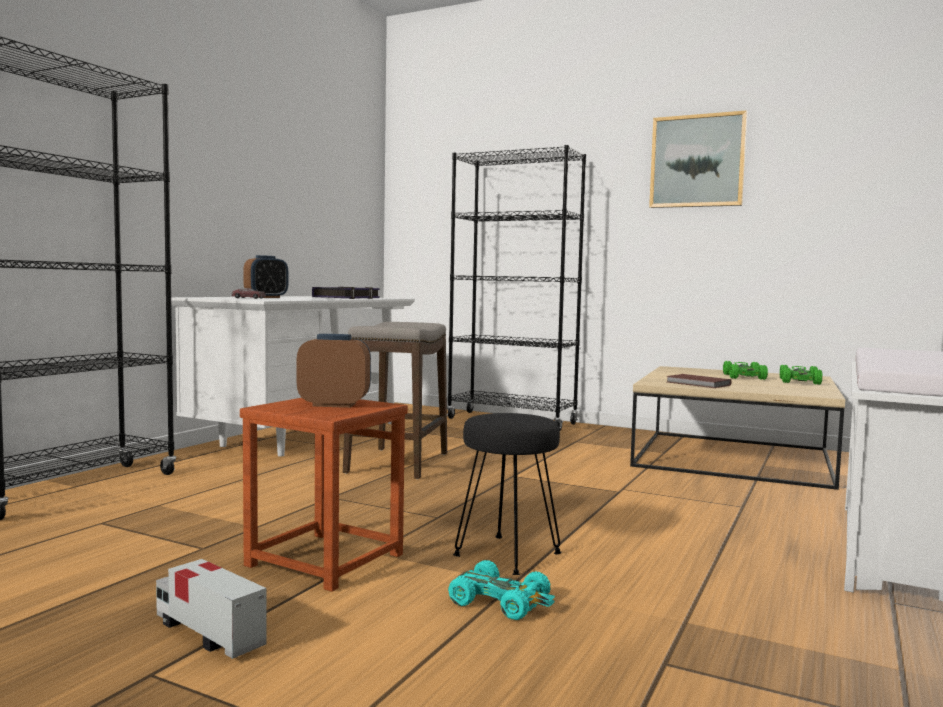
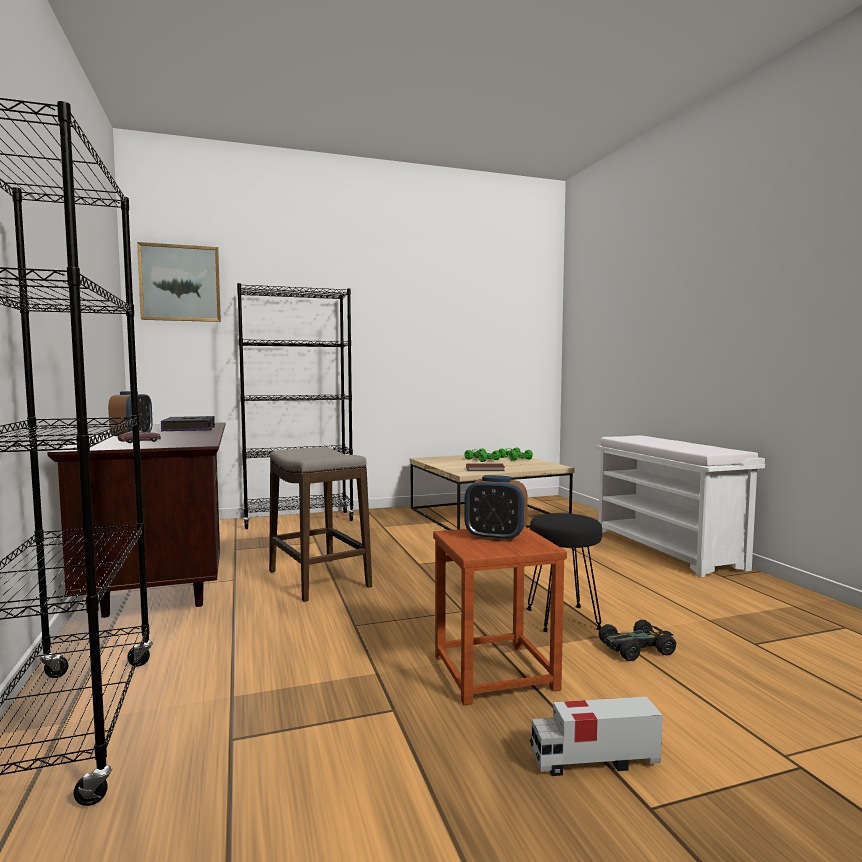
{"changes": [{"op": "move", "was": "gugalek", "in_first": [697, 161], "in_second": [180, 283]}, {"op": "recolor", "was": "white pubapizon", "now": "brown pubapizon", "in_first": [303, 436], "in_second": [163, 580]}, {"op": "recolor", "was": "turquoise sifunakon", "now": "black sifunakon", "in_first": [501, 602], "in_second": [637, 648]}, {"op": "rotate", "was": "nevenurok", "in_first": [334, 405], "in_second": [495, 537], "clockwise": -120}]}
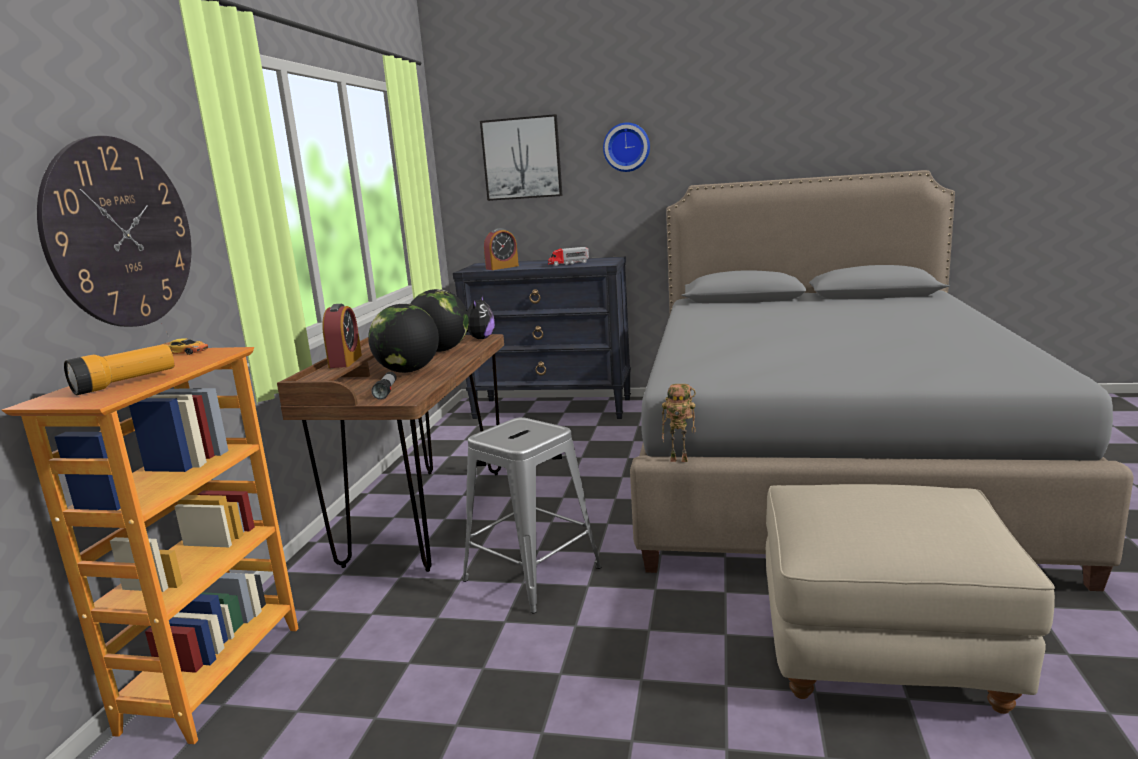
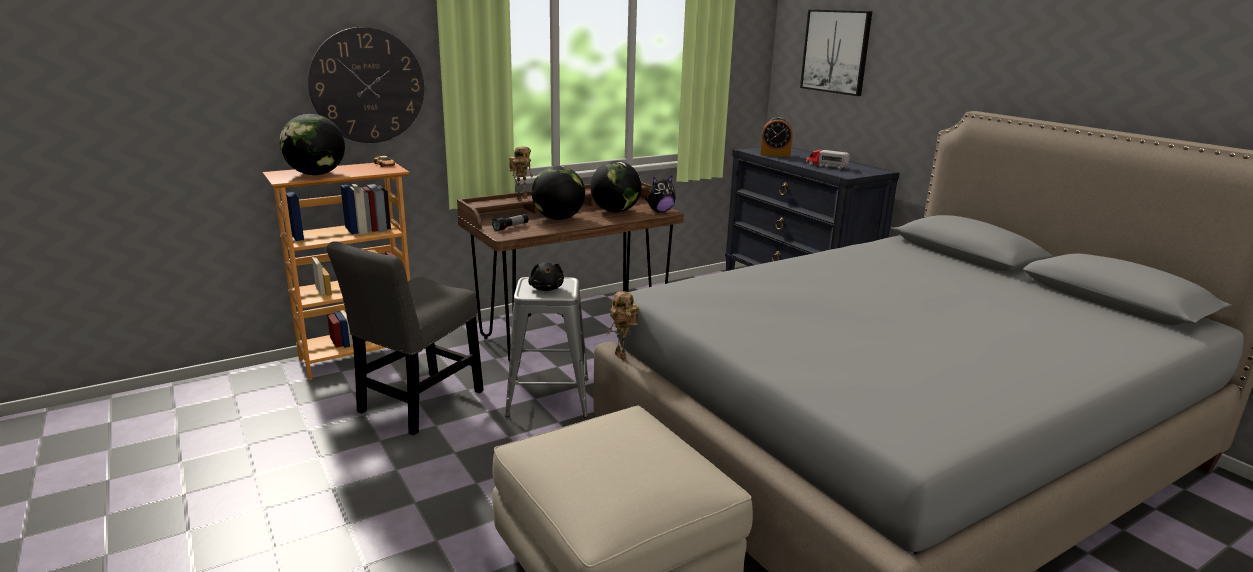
{"changes": [{"op": "delete", "was": "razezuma", "in_first": [626, 147]}, {"op": "insert", "now": "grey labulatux", "in_second": [417, 404]}, {"op": "insert", "now": "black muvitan", "in_second": [546, 288]}, {"op": "replace", "was": "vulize", "now": "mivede", "in_first": [125, 383], "in_second": [316, 174]}, {"op": "replace", "was": "nevenurok", "now": "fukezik", "in_first": [345, 361], "in_second": [521, 198]}]}
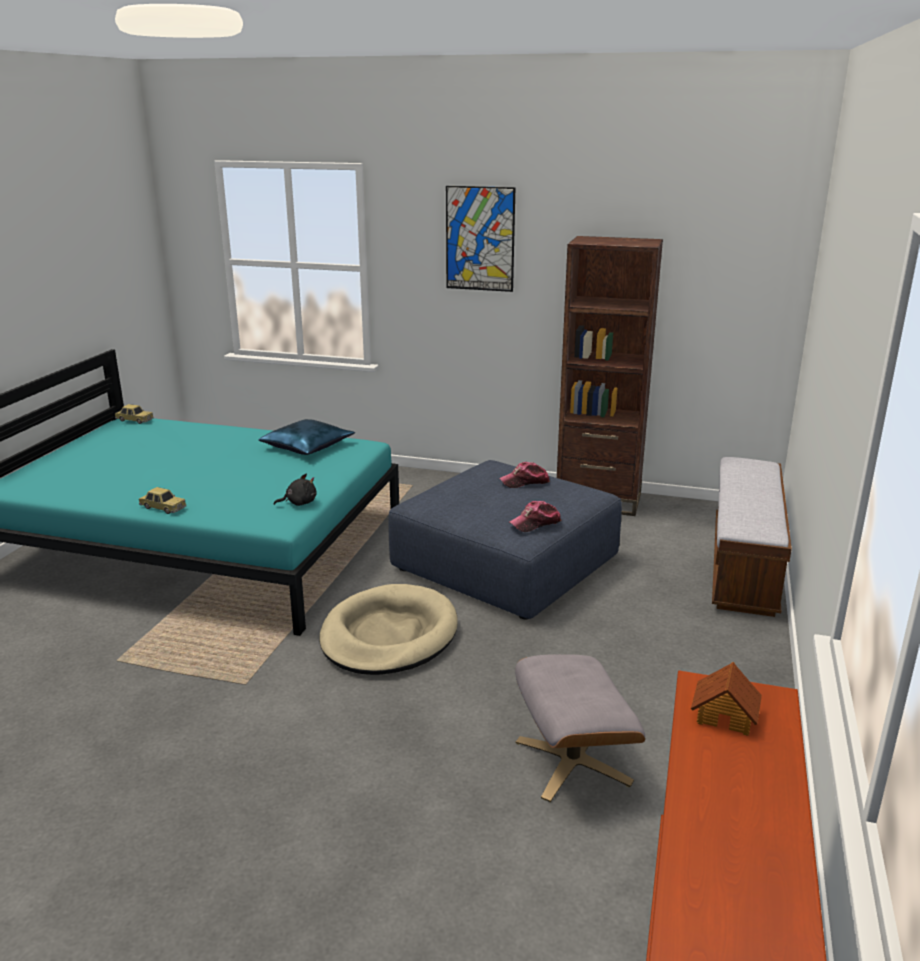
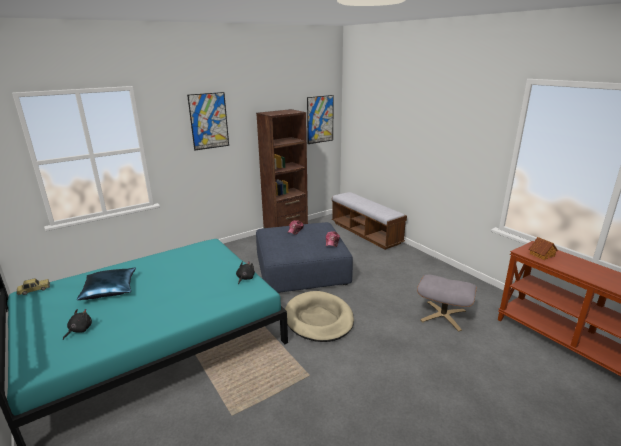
{"changes": [{"op": "delete", "was": "sifunakon", "in_first": [163, 508]}, {"op": "insert", "now": "black muvitan", "in_second": [79, 330]}, {"op": "insert", "now": "gugalek", "in_second": [320, 119]}, {"op": "move", "was": "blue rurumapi", "in_first": [307, 446], "in_second": [109, 289]}]}
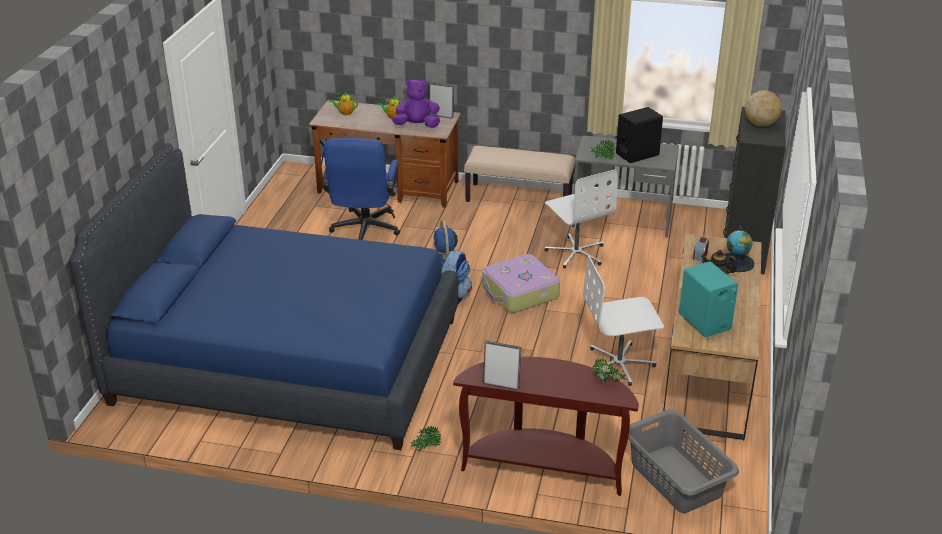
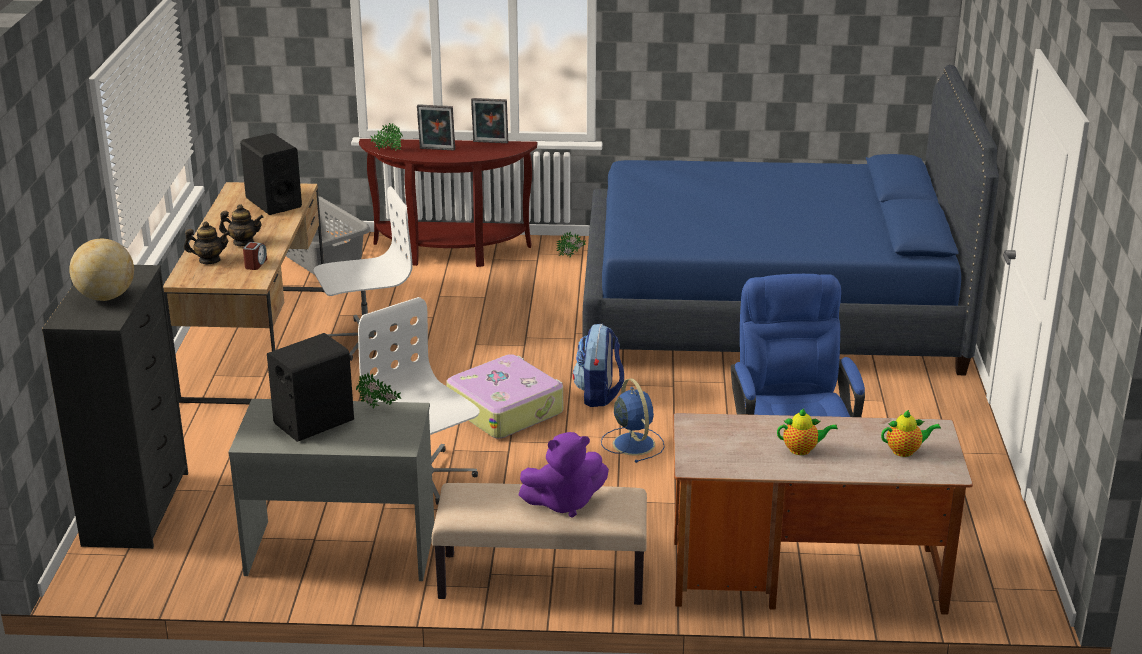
{"changes": [{"op": "move", "was": "purple muvitan", "in_first": [417, 125], "in_second": [564, 502]}, {"op": "move", "was": "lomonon", "in_first": [441, 116], "in_second": [437, 149]}, {"op": "replace", "was": "mivede", "now": "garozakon", "in_first": [736, 262], "in_second": [209, 260]}, {"op": "recolor", "was": "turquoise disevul", "now": "black disevul", "in_first": [705, 322], "in_second": [273, 202]}]}
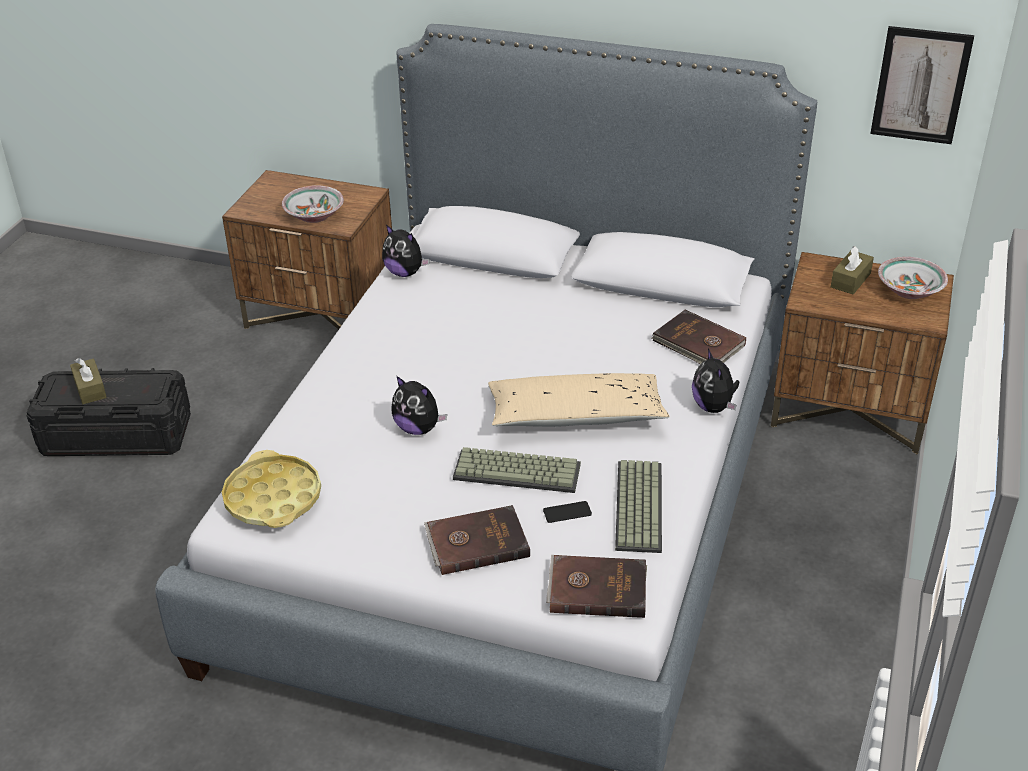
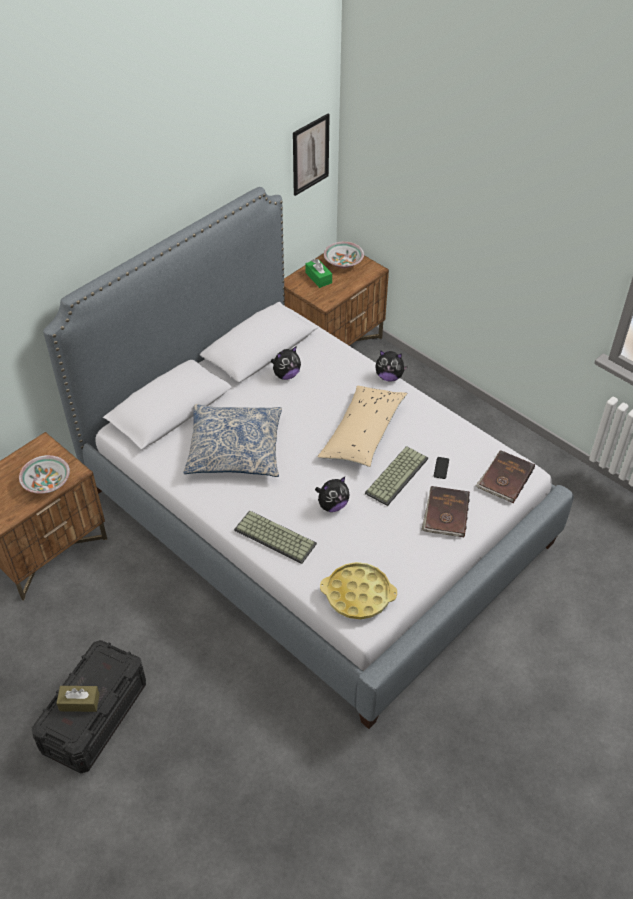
{"changes": [{"op": "delete", "was": "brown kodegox", "in_first": [698, 344]}, {"op": "insert", "now": "rurumapi", "in_second": [235, 449]}, {"op": "move", "was": "muvitan", "in_first": [405, 273], "in_second": [286, 375]}, {"op": "move", "was": "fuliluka", "in_first": [636, 505], "in_second": [273, 538]}, {"op": "recolor", "was": "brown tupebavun", "now": "green tupebavun", "in_first": [850, 280], "in_second": [318, 278]}]}
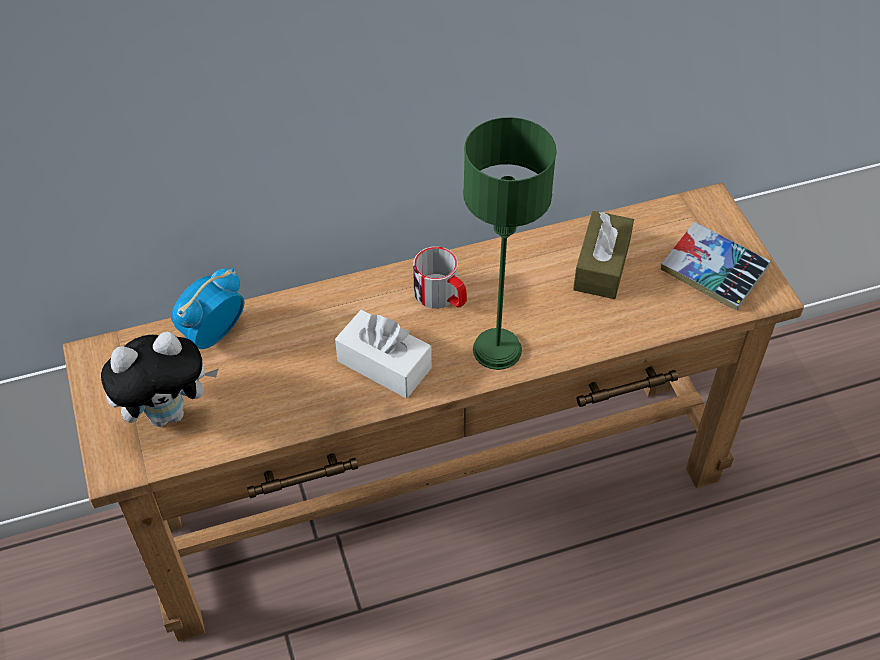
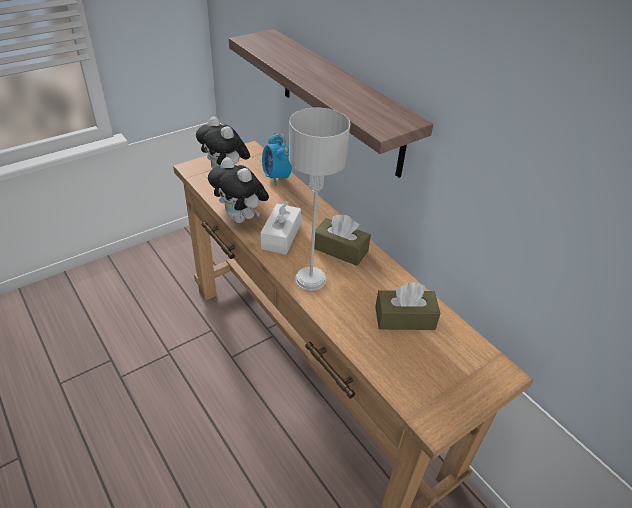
{"changes": [{"op": "delete", "was": "kodegox", "in_first": [713, 272]}, {"op": "insert", "now": "muvitan", "in_second": [241, 218]}, {"op": "insert", "now": "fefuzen", "in_second": [340, 102]}, {"op": "replace", "was": "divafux", "now": "brown tupebavun", "in_first": [442, 296], "in_second": [340, 249]}, {"op": "recolor", "was": "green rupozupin", "now": "grey rupozupin", "in_first": [496, 350], "in_second": [310, 279]}, {"op": "rotate", "was": "nevenurok", "in_first": [212, 335], "in_second": [276, 177], "clockwise": -135}]}
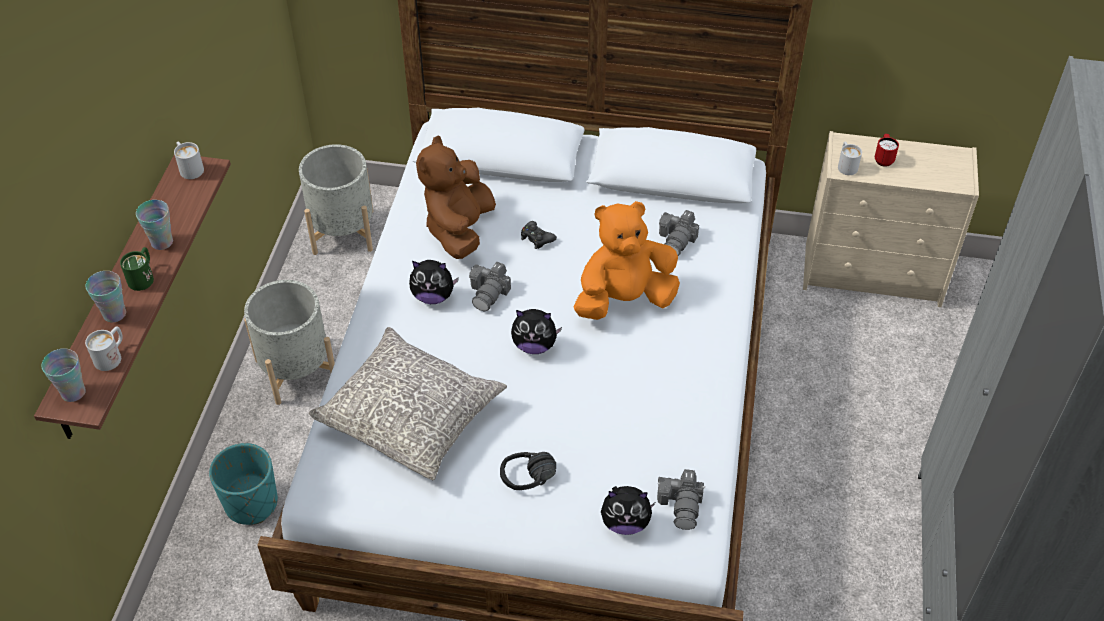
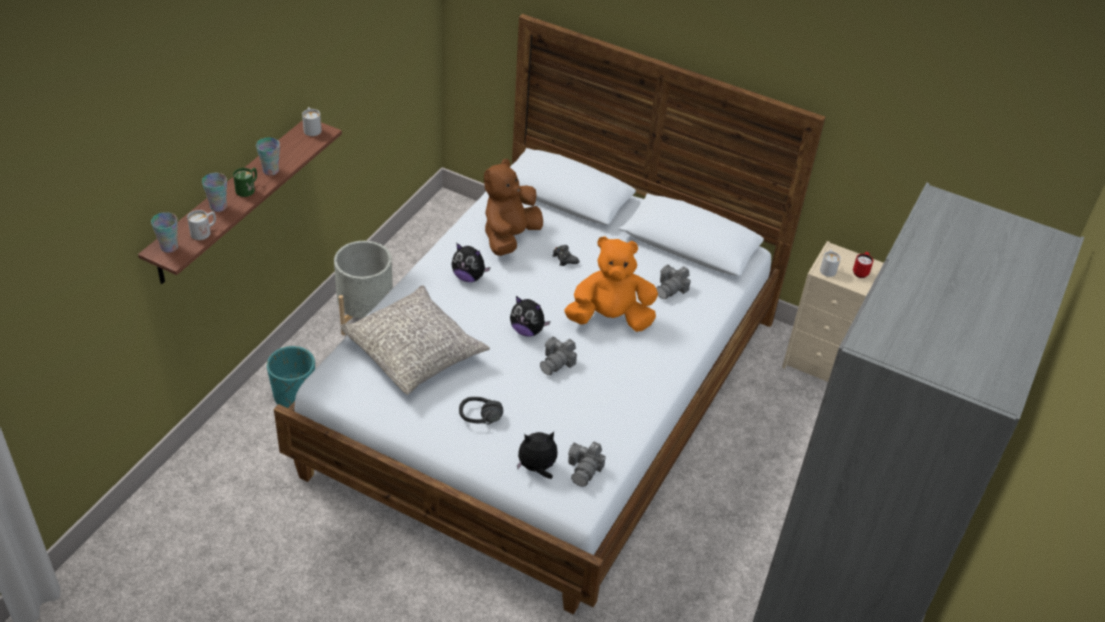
{"changes": [{"op": "delete", "was": "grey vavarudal", "in_first": [343, 232]}, {"op": "move", "was": "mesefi", "in_first": [489, 293], "in_second": [557, 362]}, {"op": "rotate", "was": "muvitan", "in_first": [625, 522], "in_second": [537, 468], "clockwise": 150}]}
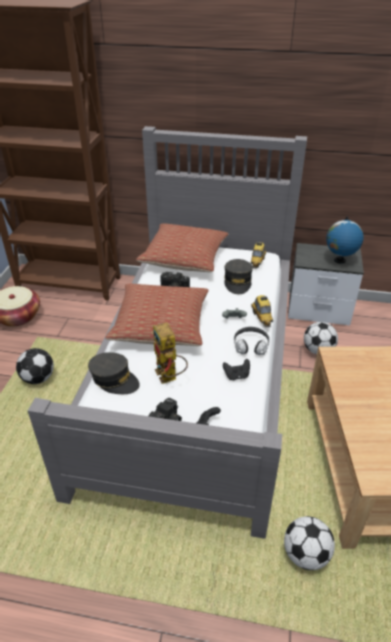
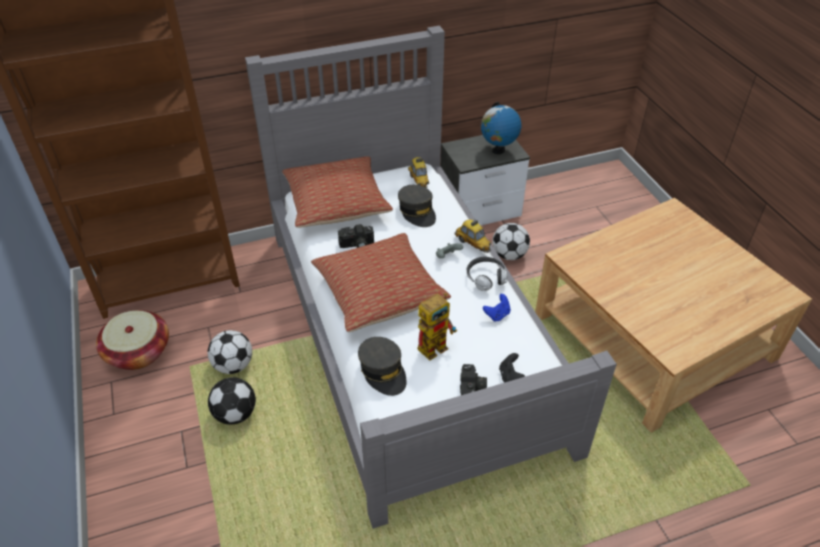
{"changes": [{"op": "move", "was": "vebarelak", "in_first": [305, 554], "in_second": [233, 365]}, {"op": "recolor", "was": "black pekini", "now": "blue pekini", "in_first": [236, 376], "in_second": [497, 315]}, {"op": "rotate", "was": "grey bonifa", "in_first": [114, 379], "in_second": [383, 371], "clockwise": 60}, {"op": "rotate", "was": "fukezik", "in_first": [169, 377], "in_second": [436, 344], "clockwise": -75}]}
